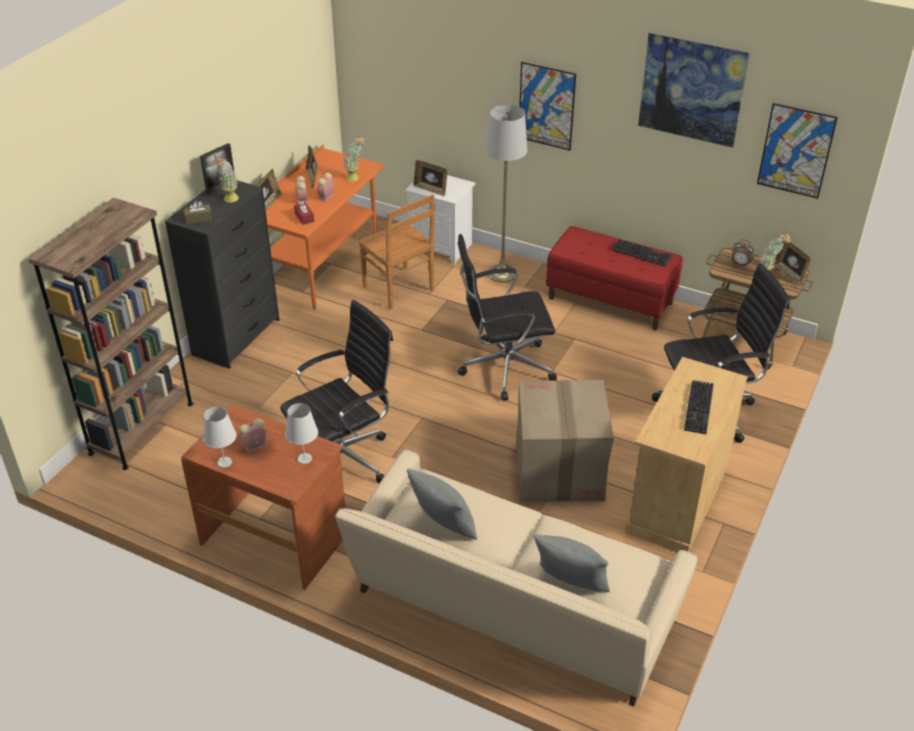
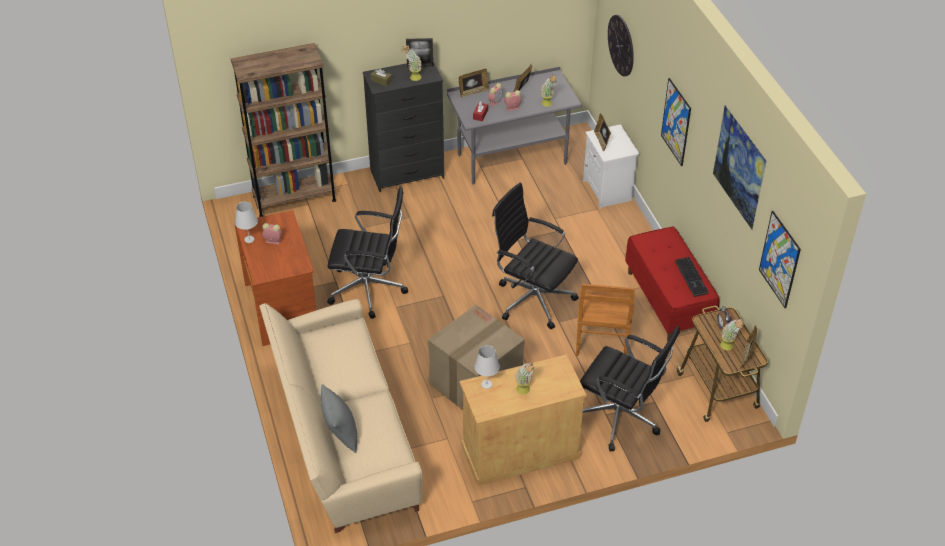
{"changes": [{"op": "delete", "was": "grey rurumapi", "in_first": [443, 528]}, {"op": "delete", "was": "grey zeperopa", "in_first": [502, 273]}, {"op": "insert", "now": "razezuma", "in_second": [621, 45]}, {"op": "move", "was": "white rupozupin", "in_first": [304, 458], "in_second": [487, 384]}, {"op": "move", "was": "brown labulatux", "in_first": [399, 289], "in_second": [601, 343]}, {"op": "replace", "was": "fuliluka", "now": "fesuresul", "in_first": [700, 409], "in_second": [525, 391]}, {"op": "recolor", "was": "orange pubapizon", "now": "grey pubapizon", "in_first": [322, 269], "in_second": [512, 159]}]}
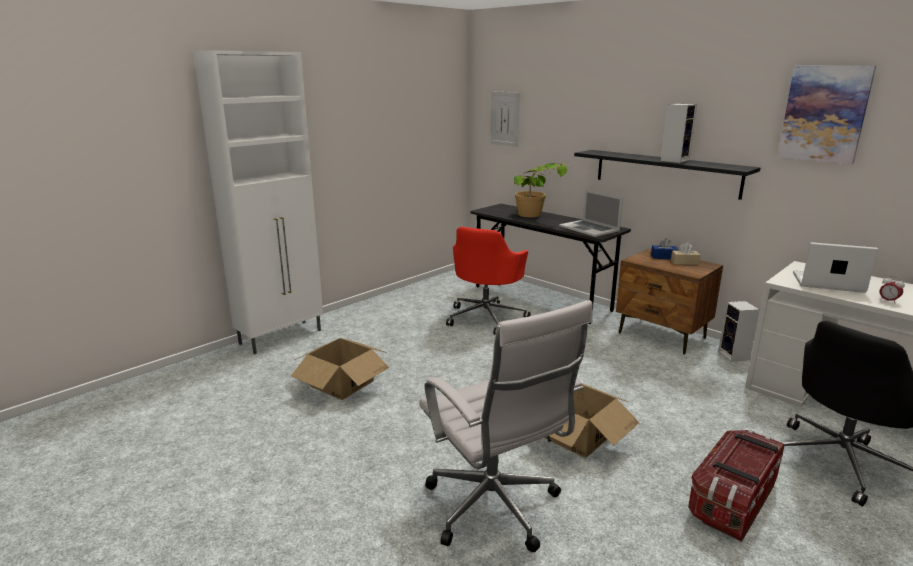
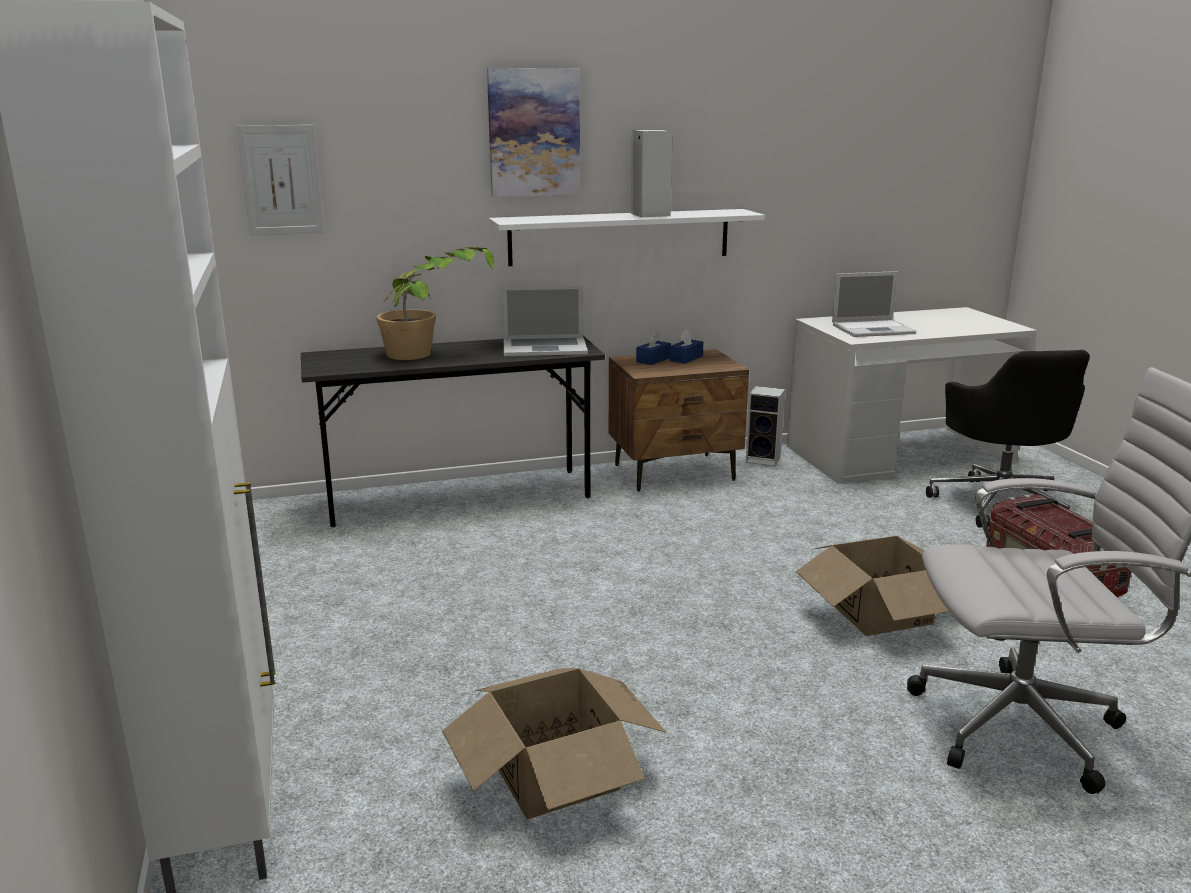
{"changes": [{"op": "delete", "was": "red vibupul", "in_first": [486, 317]}, {"op": "delete", "was": "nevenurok", "in_first": [888, 301]}, {"op": "move", "was": "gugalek", "in_first": [824, 114], "in_second": [534, 133]}, {"op": "recolor", "was": "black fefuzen", "now": "white fefuzen", "in_first": [665, 173], "in_second": [620, 237]}, {"op": "recolor", "was": "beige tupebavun", "now": "blue tupebavun", "in_first": [684, 262], "in_second": [686, 358]}, {"op": "rotate", "was": "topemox", "in_first": [826, 282], "in_second": [874, 329], "clockwise": -150}]}
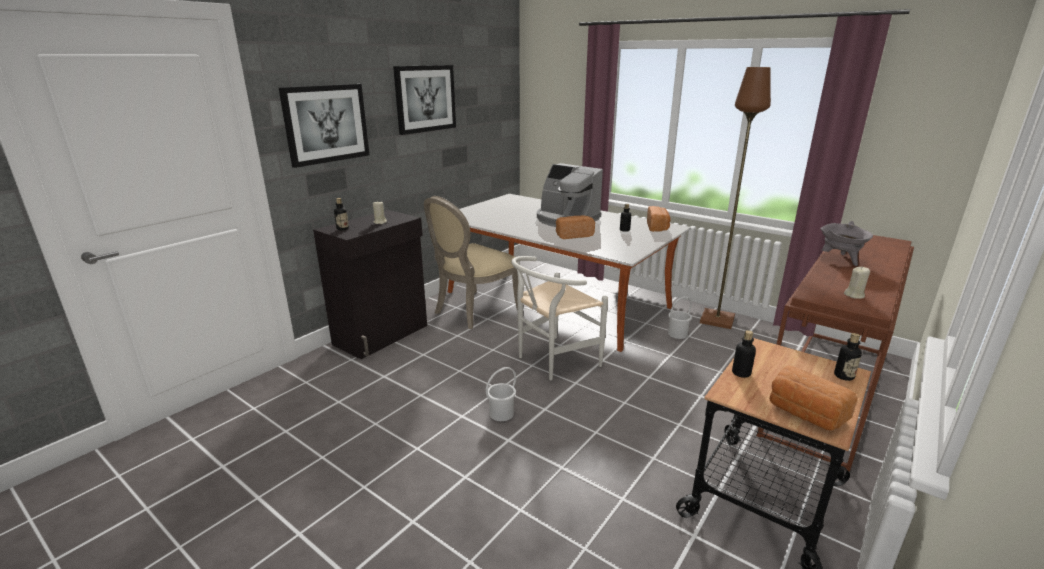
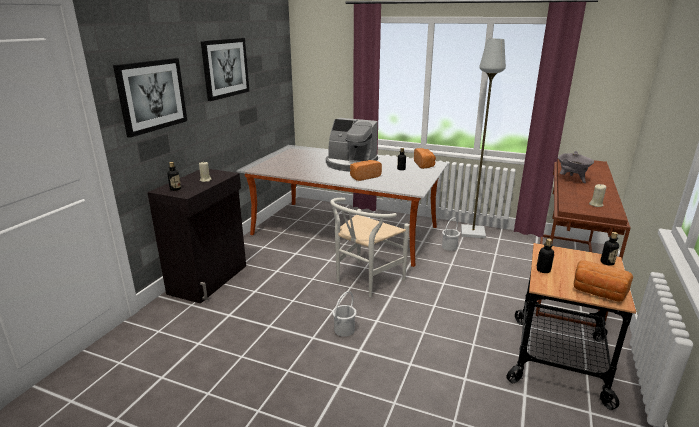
{"changes": [{"op": "delete", "was": "beige labulatux", "in_first": [473, 311]}, {"op": "recolor", "was": "brown zeperopa", "now": "grey zeperopa", "in_first": [717, 320], "in_second": [473, 232]}]}
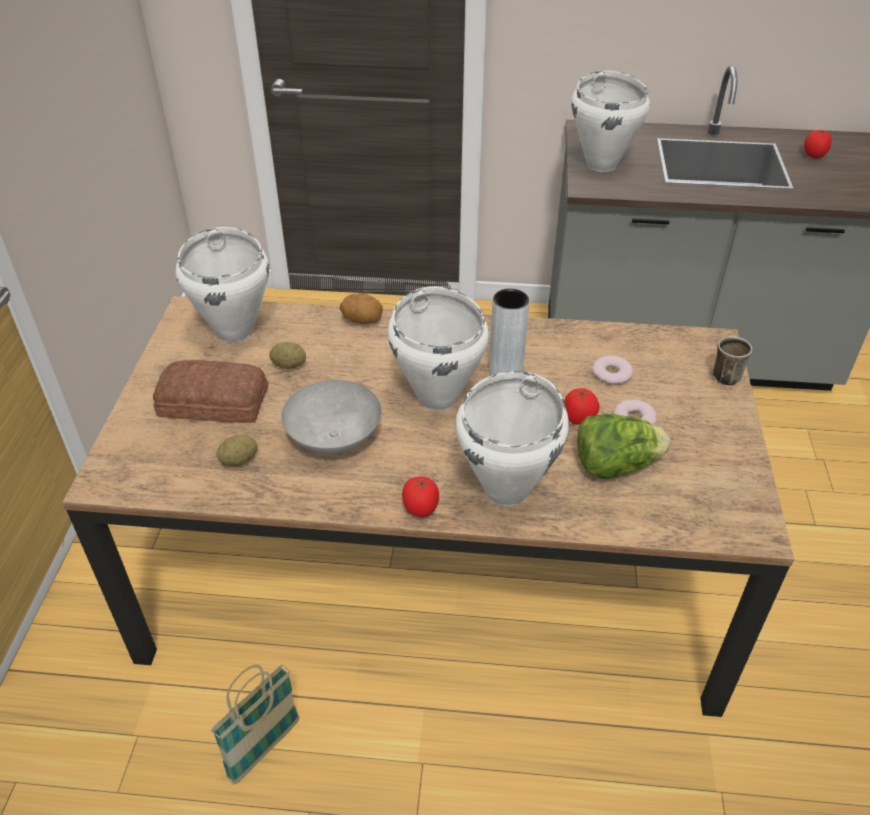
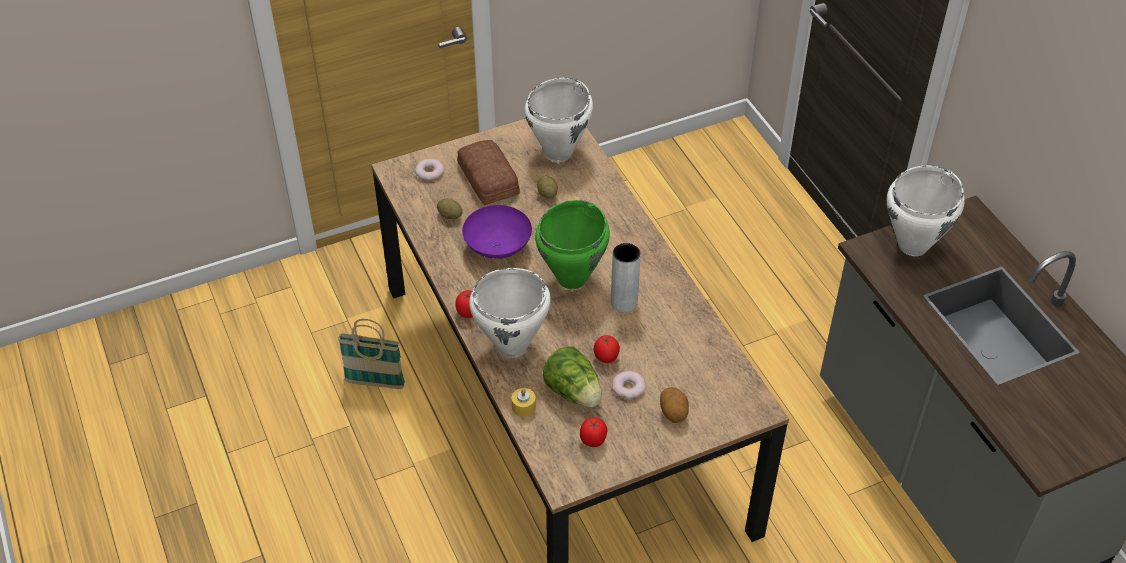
{"changes": [{"op": "delete", "was": "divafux", "in_first": [725, 374]}, {"op": "insert", "now": "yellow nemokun", "in_second": [523, 407]}, {"op": "move", "was": "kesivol", "in_first": [362, 320], "in_second": [673, 413]}, {"op": "move", "was": "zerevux", "in_first": [611, 374], "in_second": [429, 172]}, {"op": "move", "was": "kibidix", "in_first": [813, 156], "in_second": [593, 440]}, {"op": "recolor", "was": "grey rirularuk", "now": "purple rirularuk", "in_first": [336, 439], "in_second": [498, 248]}, {"op": "recolor", "was": "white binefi", "now": "green binefi", "in_first": [438, 397], "in_second": [573, 278]}]}
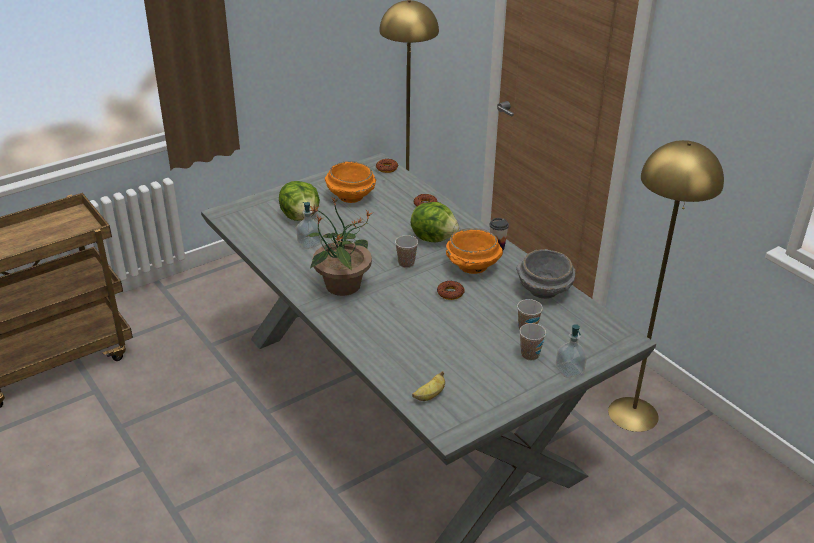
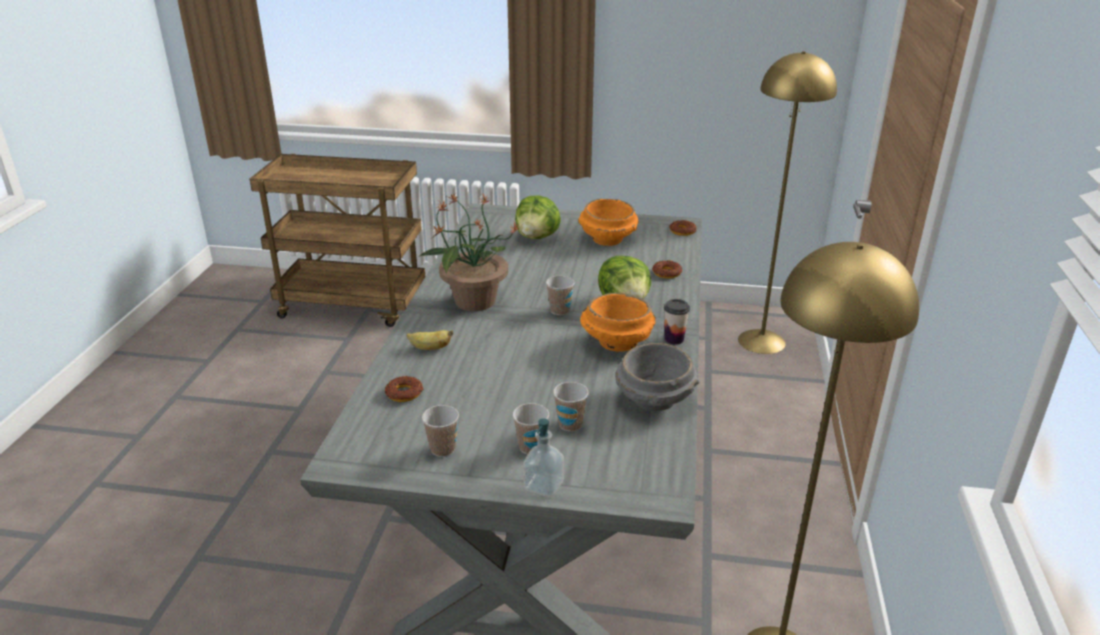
{"changes": [{"op": "delete", "was": "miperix", "in_first": [309, 244]}, {"op": "insert", "now": "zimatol", "in_second": [443, 449]}, {"op": "move", "was": "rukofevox", "in_first": [429, 396], "in_second": [429, 348]}, {"op": "move", "was": "zerevux", "in_first": [450, 293], "in_second": [404, 393]}]}
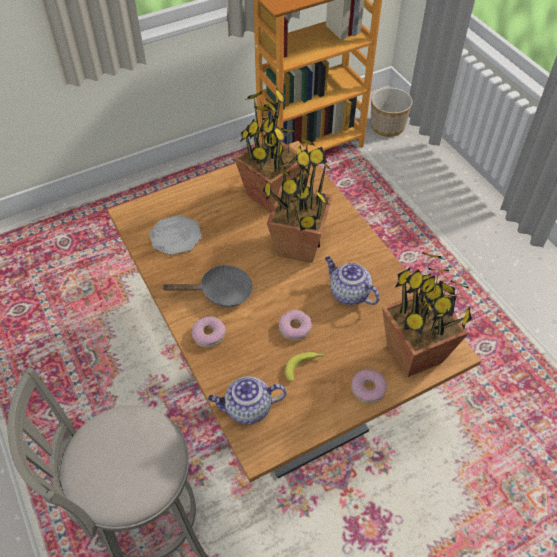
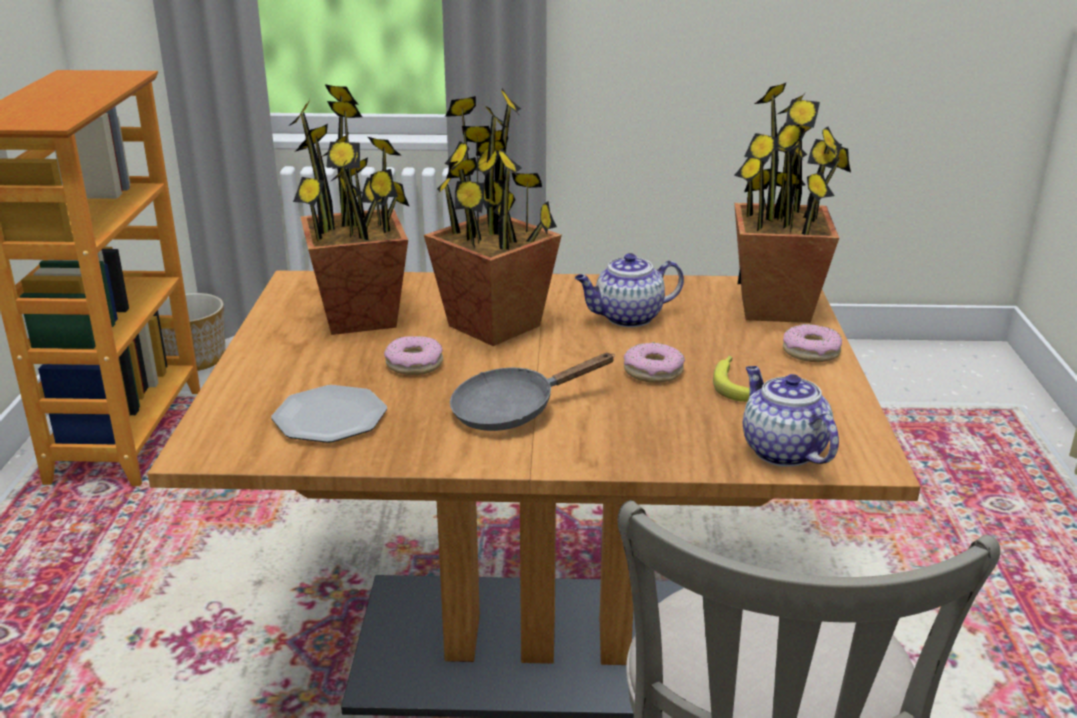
{"changes": [{"op": "move", "was": "zerevux", "in_first": [209, 335], "in_second": [414, 364]}, {"op": "rotate", "was": "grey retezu", "in_first": [220, 292], "in_second": [513, 410], "clockwise": -135}, {"op": "rotate", "was": "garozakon", "in_first": [247, 409], "in_second": [781, 451], "clockwise": 135}]}
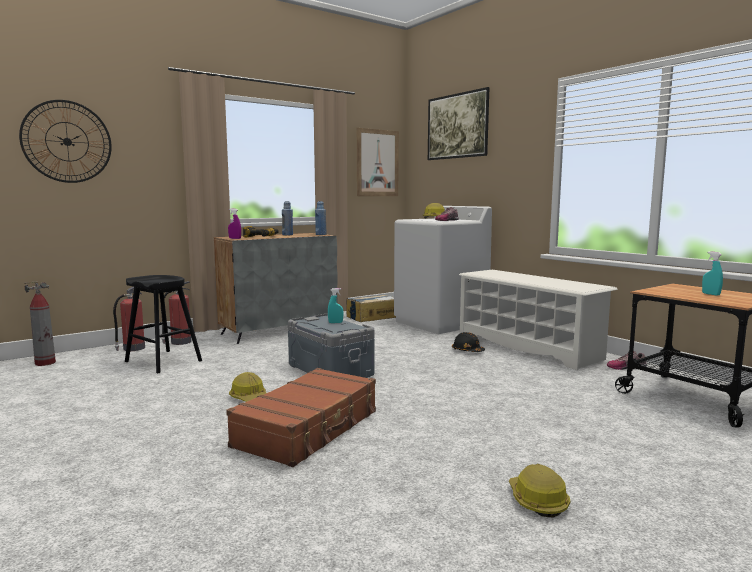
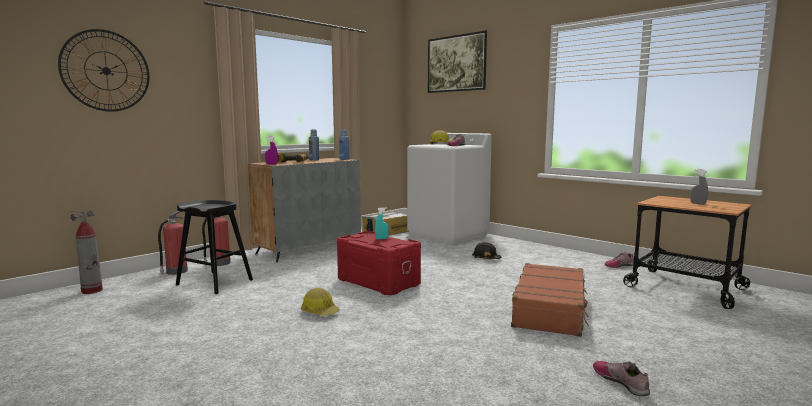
{"changes": [{"op": "delete", "was": "gugalek", "in_first": [377, 163]}, {"op": "delete", "was": "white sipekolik", "in_first": [528, 347]}, {"op": "move", "was": "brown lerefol", "in_first": [309, 429], "in_second": [550, 310]}, {"op": "replace", "was": "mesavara", "now": "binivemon", "in_first": [537, 501], "in_second": [621, 382]}, {"op": "recolor", "was": "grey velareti", "now": "red velareti", "in_first": [331, 370], "in_second": [379, 281]}, {"op": "recolor", "was": "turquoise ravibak", "now": "grey ravibak", "in_first": [711, 294], "in_second": [698, 203]}]}
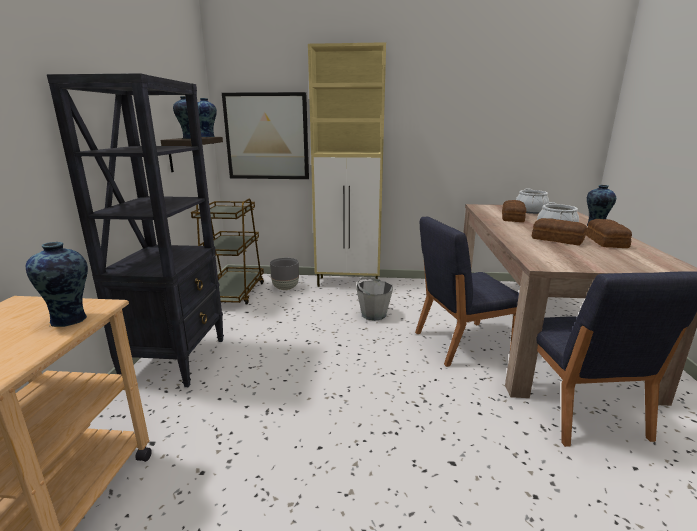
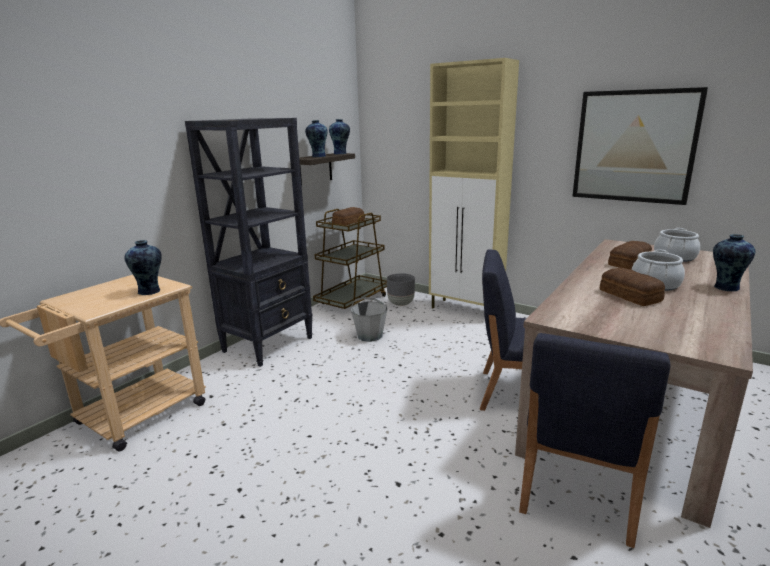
{"changes": [{"op": "move", "was": "gugalek", "in_first": [267, 136], "in_second": [634, 146]}, {"op": "move", "was": "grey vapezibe", "in_first": [373, 314], "in_second": [370, 335]}, {"op": "move", "was": "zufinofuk", "in_first": [605, 242], "in_second": [347, 222]}]}
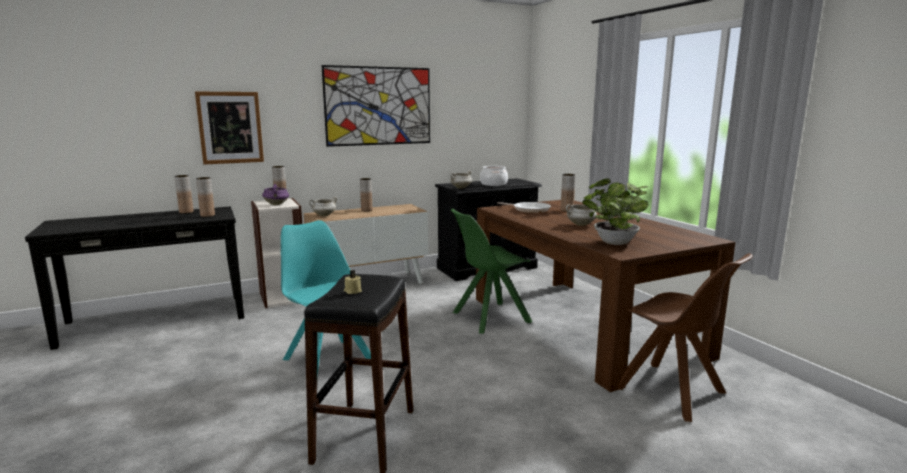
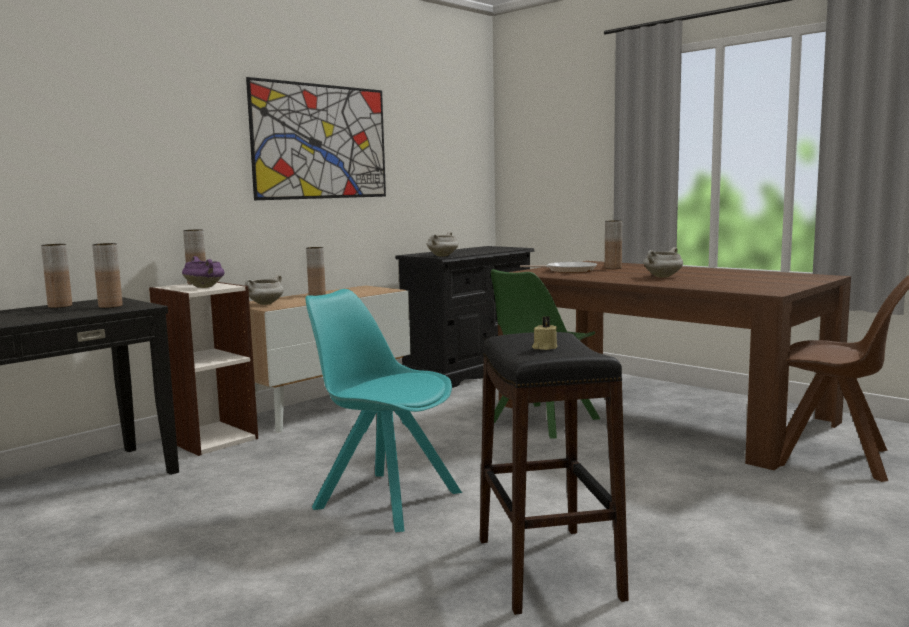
{"changes": [{"op": "delete", "was": "gugalek", "in_first": [230, 127]}, {"op": "delete", "was": "binefi", "in_first": [493, 184]}, {"op": "delete", "was": "fesuresul", "in_first": [613, 243]}]}
